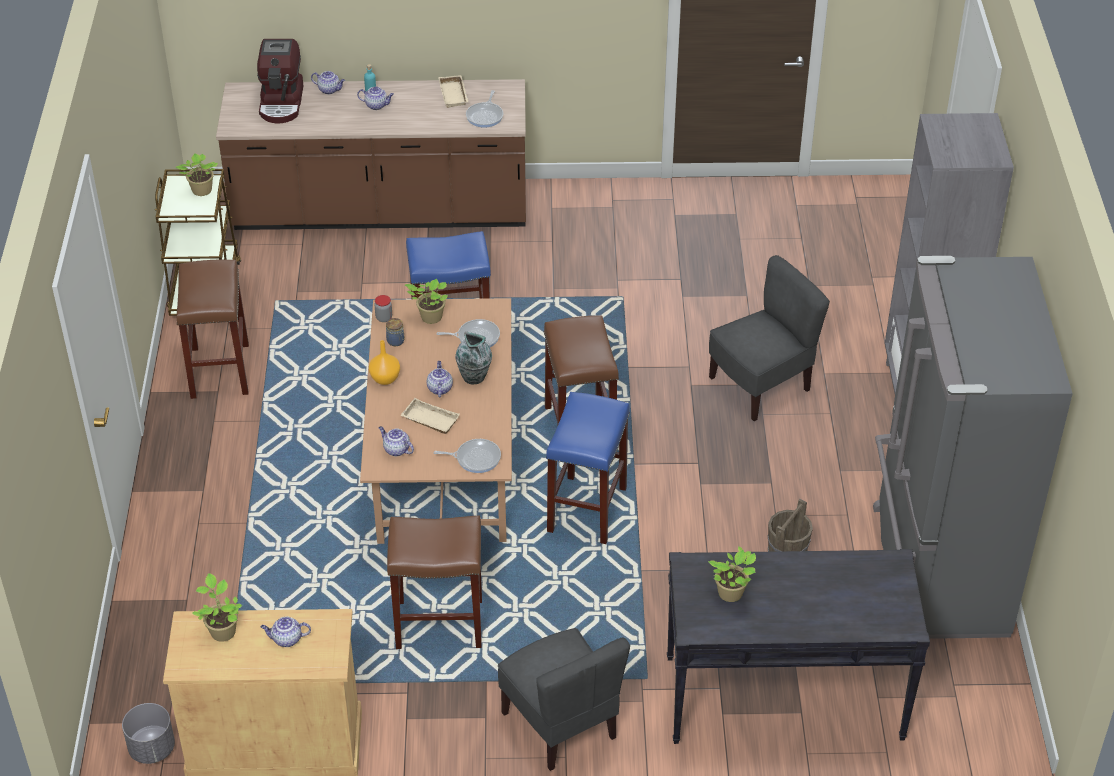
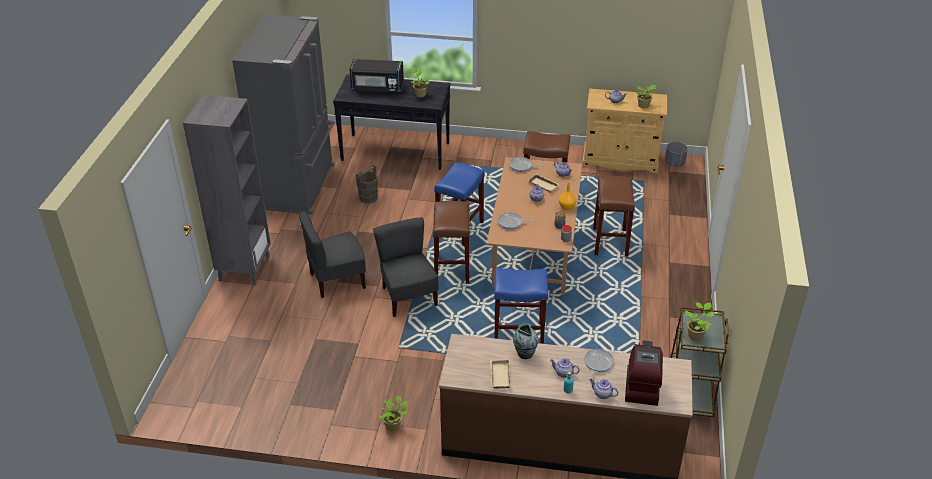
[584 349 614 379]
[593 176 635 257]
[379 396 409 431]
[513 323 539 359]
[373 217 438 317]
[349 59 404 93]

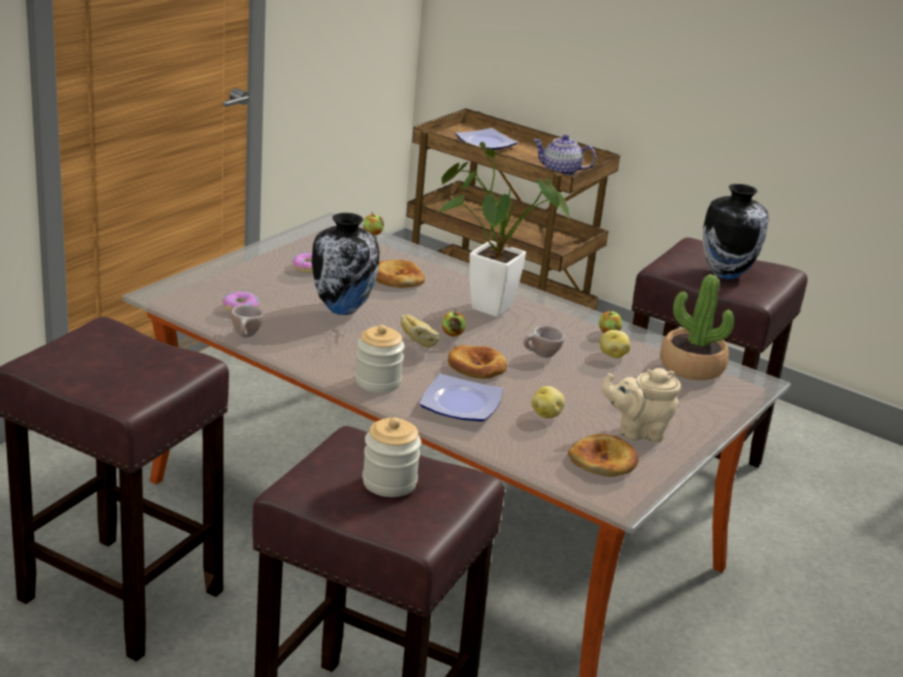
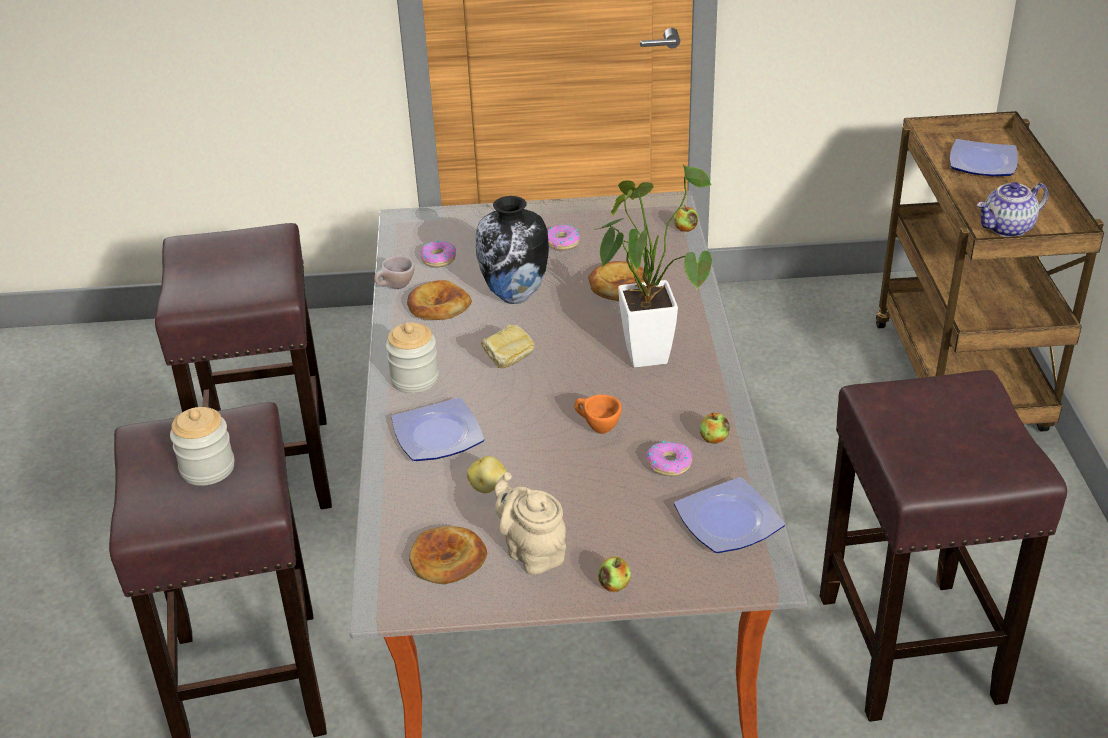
[977 182 1049 237]
[703 184 769 279] (first image)
[674 477 785 553]
[598 557 631 592]
[575 394 622 434]
[646 441 693 476]
[407 280 472 320]

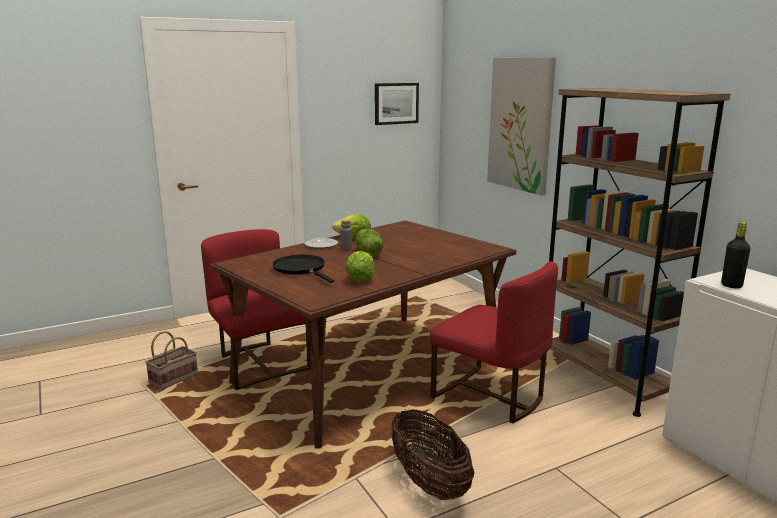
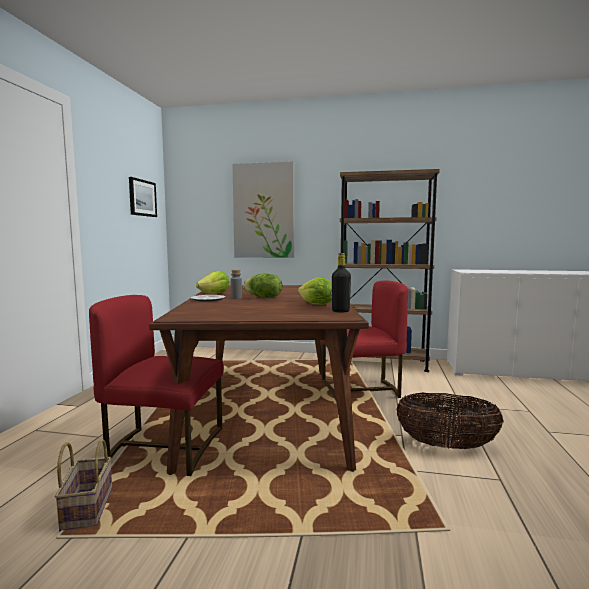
[332 253 351 313]
[272 254 334 283] (first image)

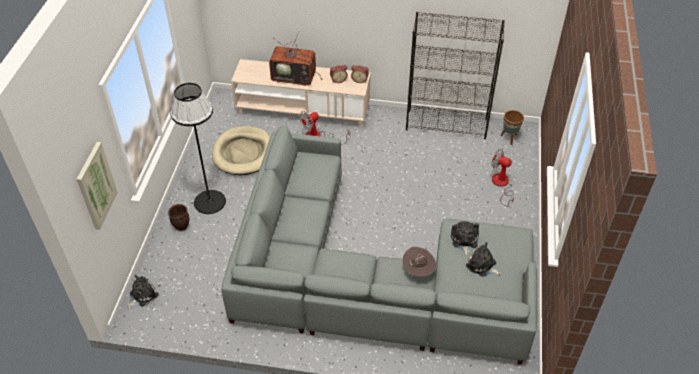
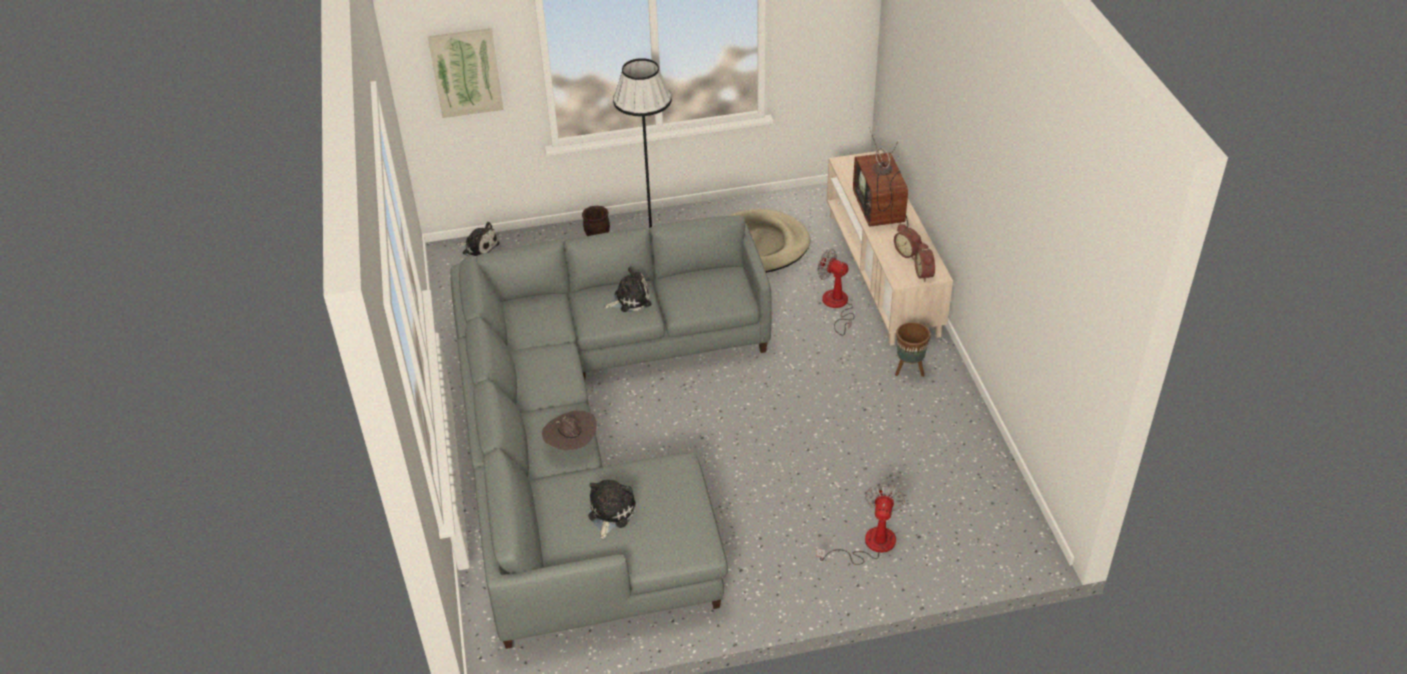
[406 12 505 139] (first image)
[895 322 931 377]
[605 267 651 312]

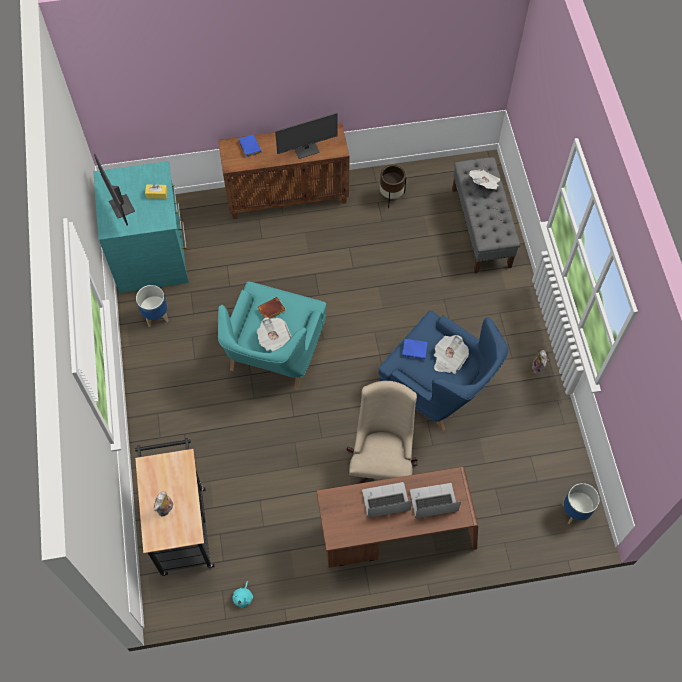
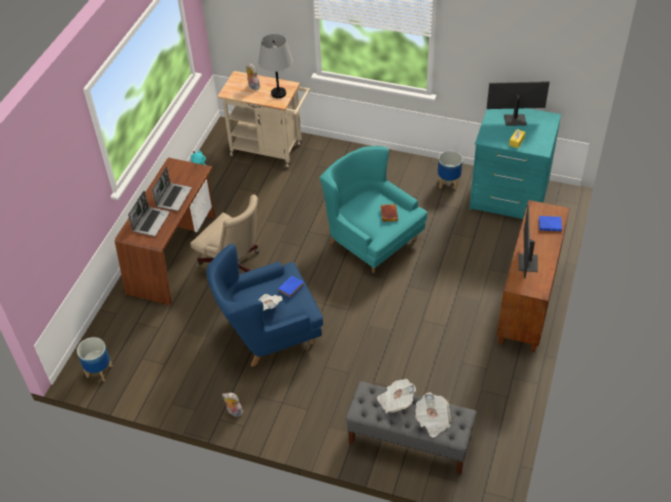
[380 165 406 208] (first image)
[377 379 416 413]
[217 71 310 167]
[258 34 293 98]

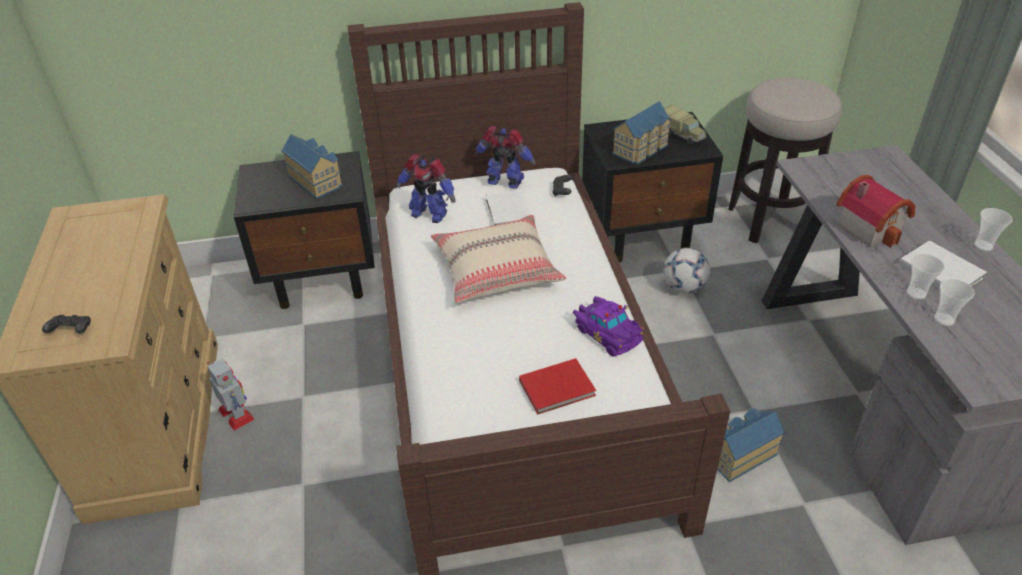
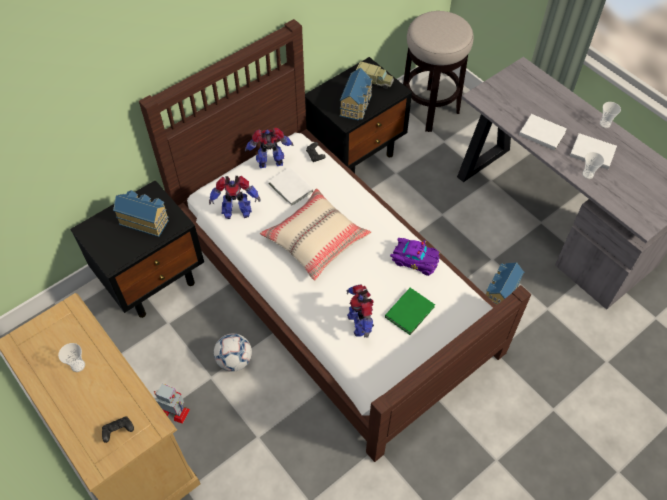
[519 114 567 151]
[214 333 252 372]
[58 343 85 372]
[385 288 435 335]
[347 285 374 338]

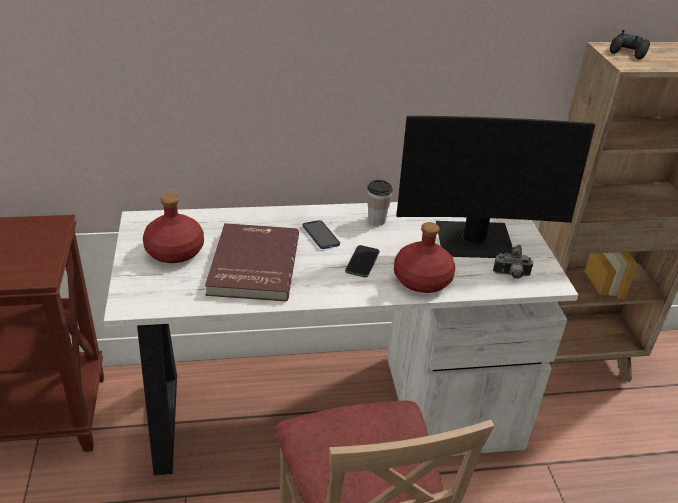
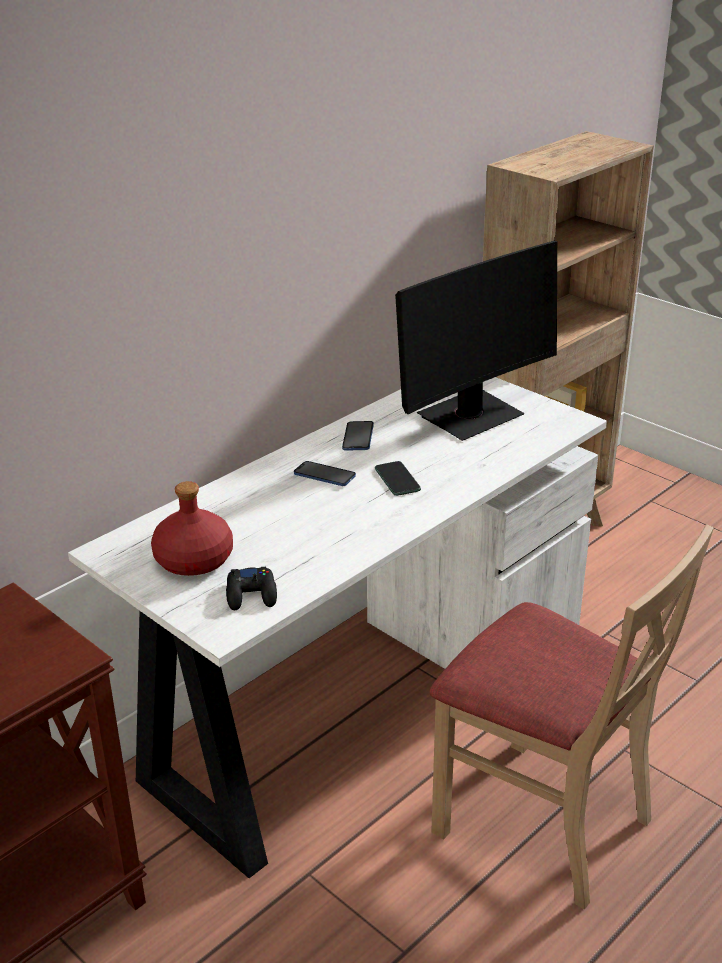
[226 567 277 610]
[342 421 374 451]
[394 222 455 293] (first image)
[205 223 299 302] (first image)
[493 245 534 279] (first image)

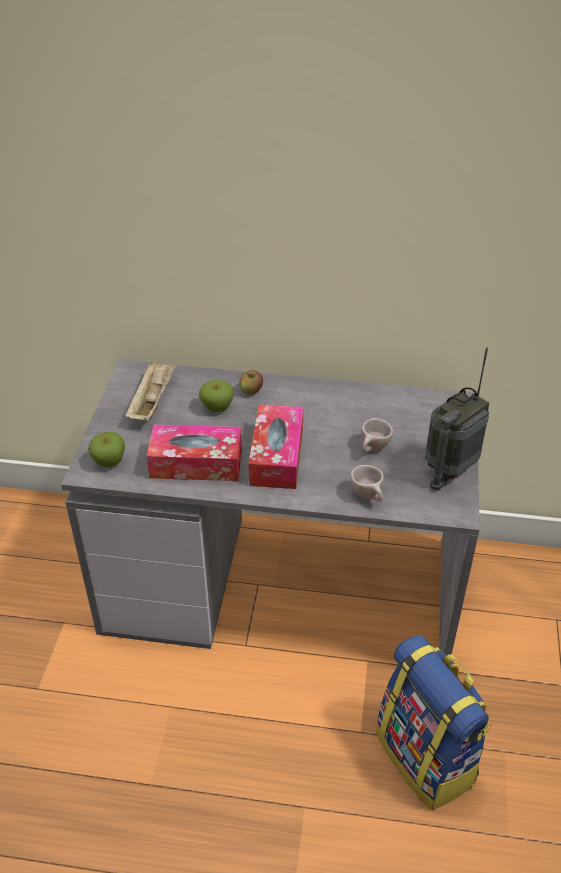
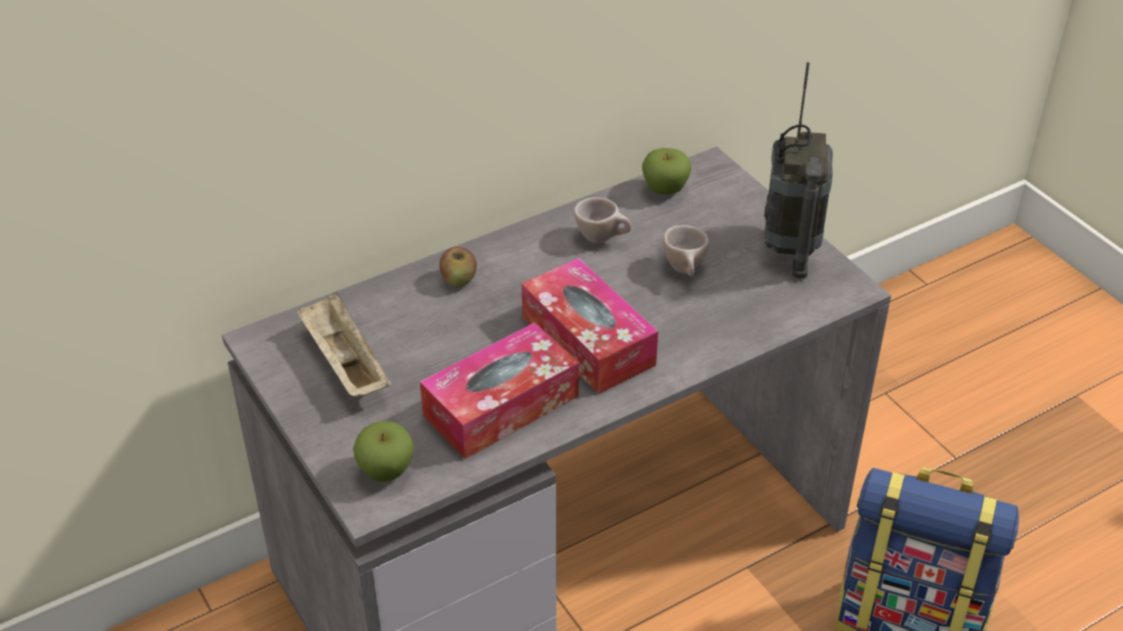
[642 148 692 195]
[574 197 631 243]

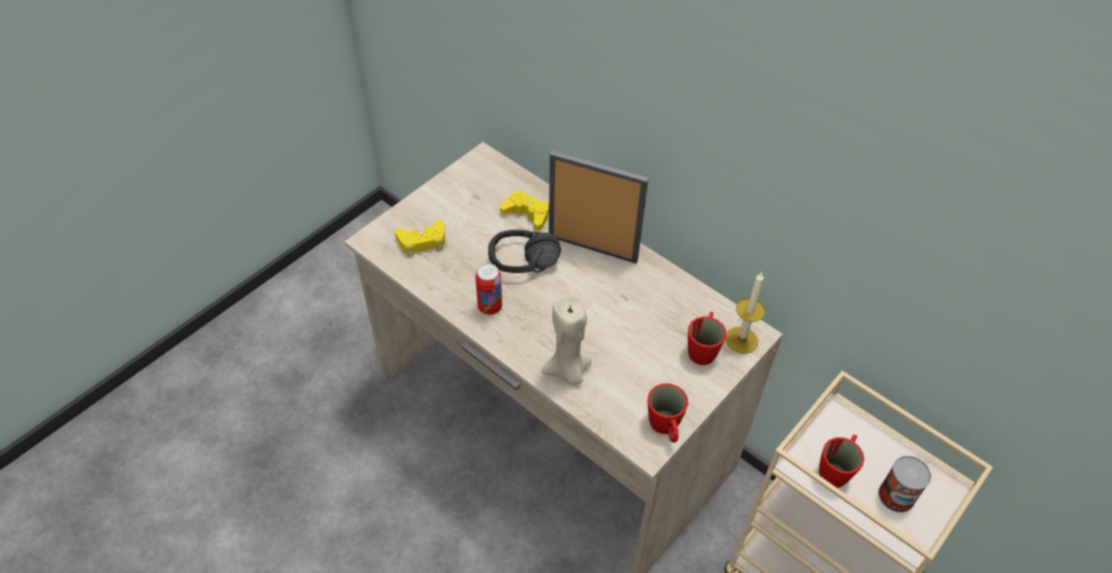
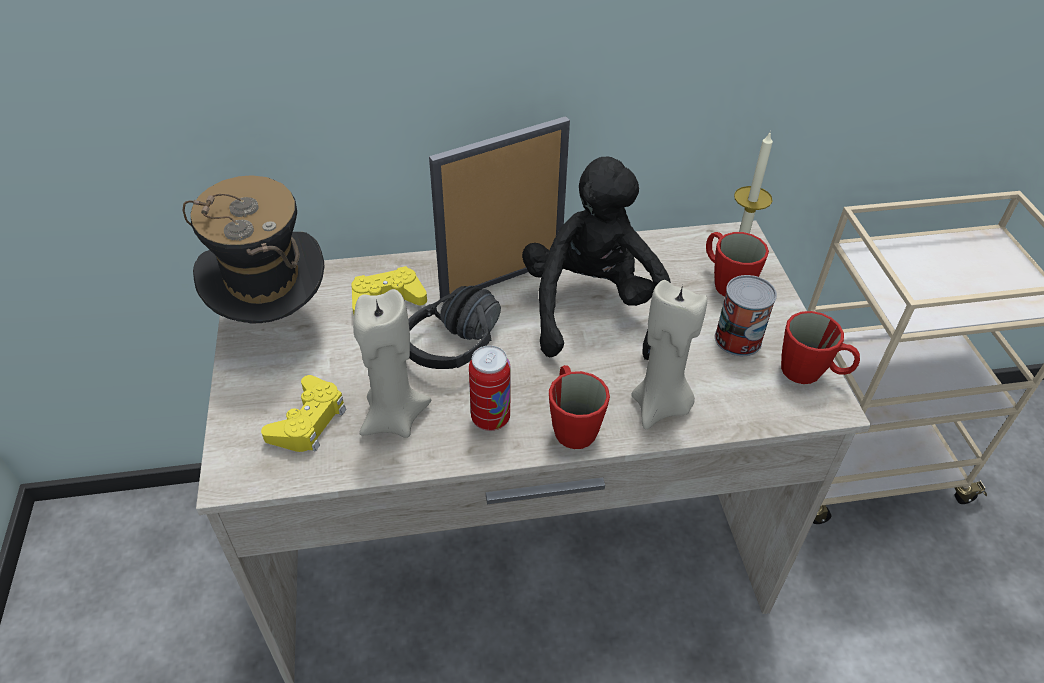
[549 365 610 449]
[715 275 777 356]
[522 156 671 360]
[183 175 324 324]
[353 289 431 438]

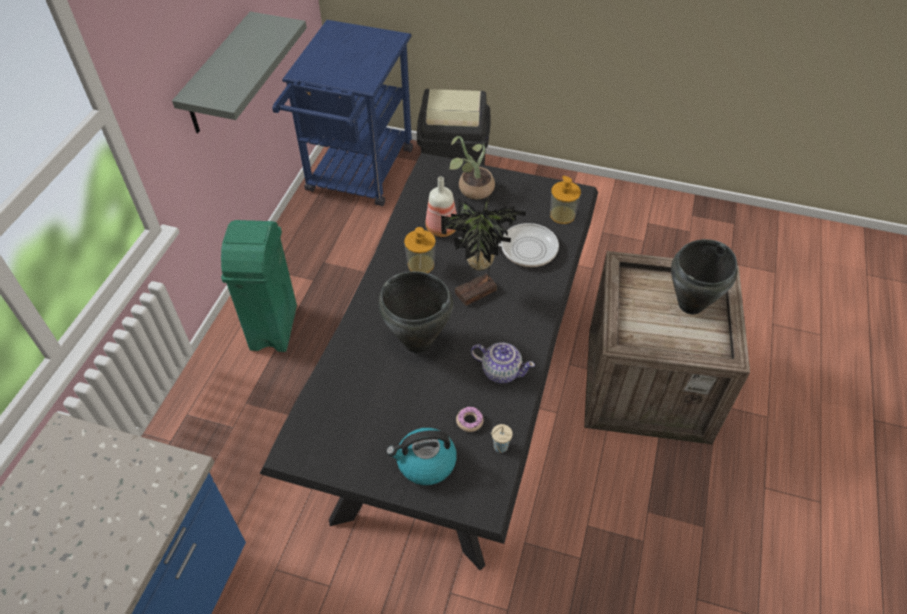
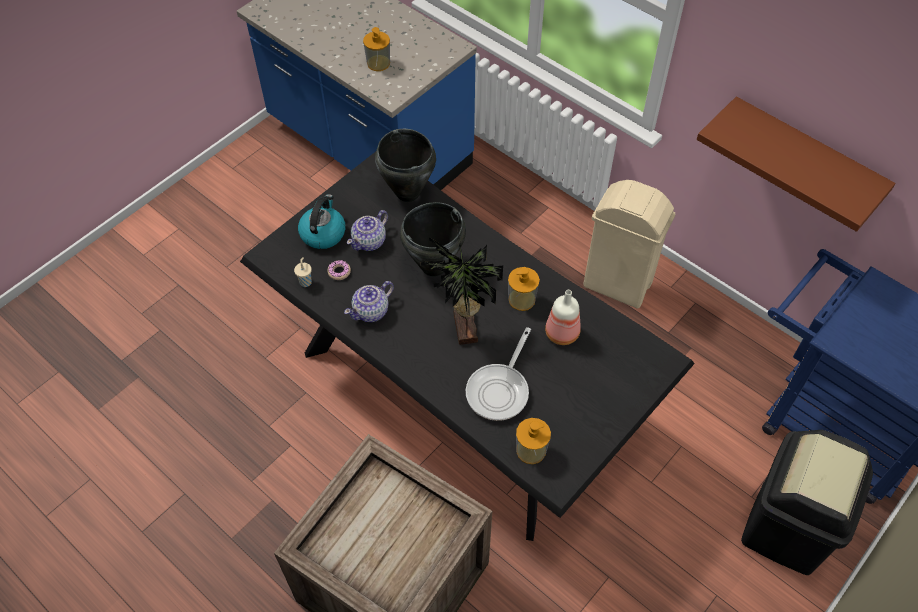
[697 97 895 232]
[449 136 495 199] (first image)
[583 180 675 309]
[375 129 436 202]
[363 27 390 71]
[347 210 388 251]

